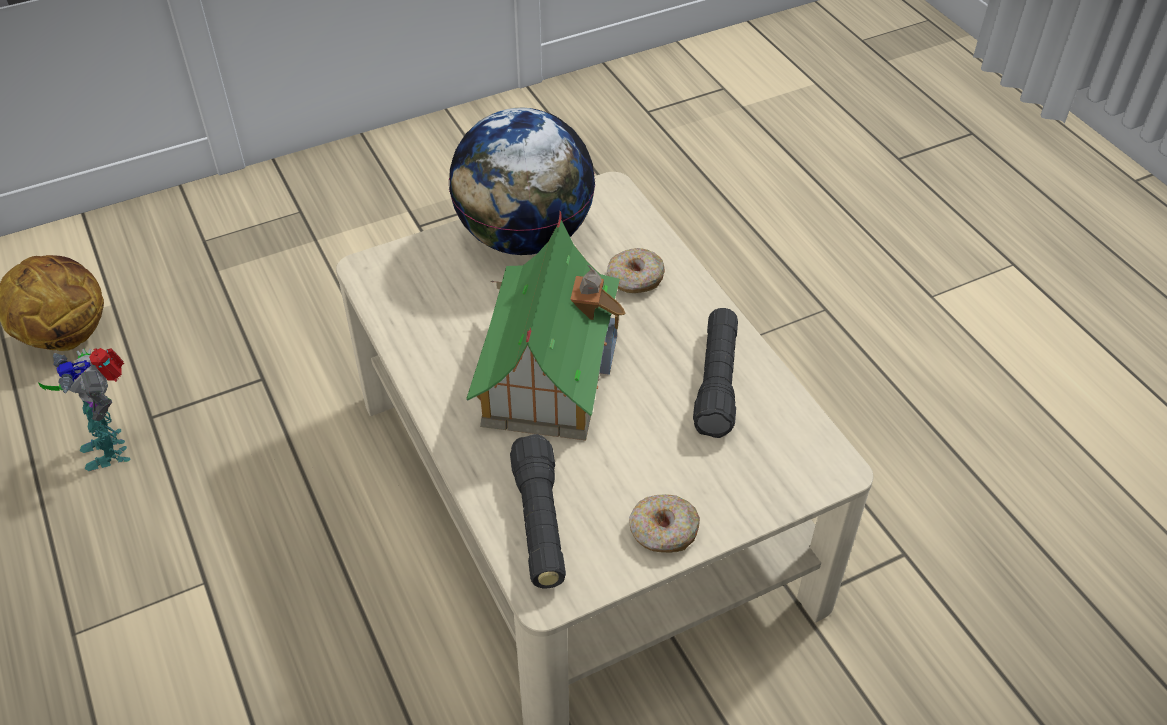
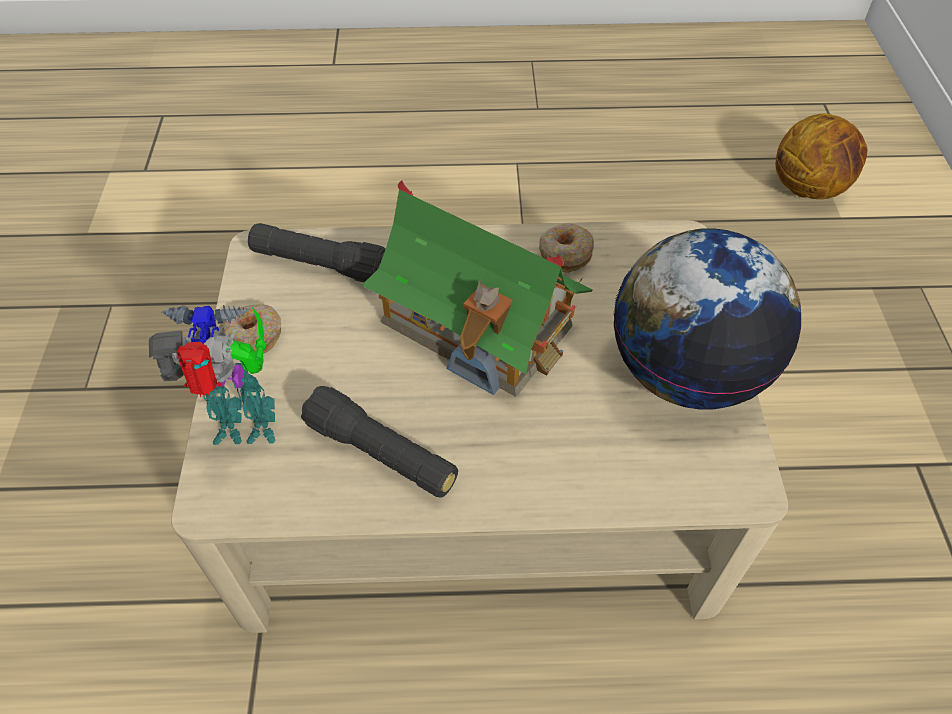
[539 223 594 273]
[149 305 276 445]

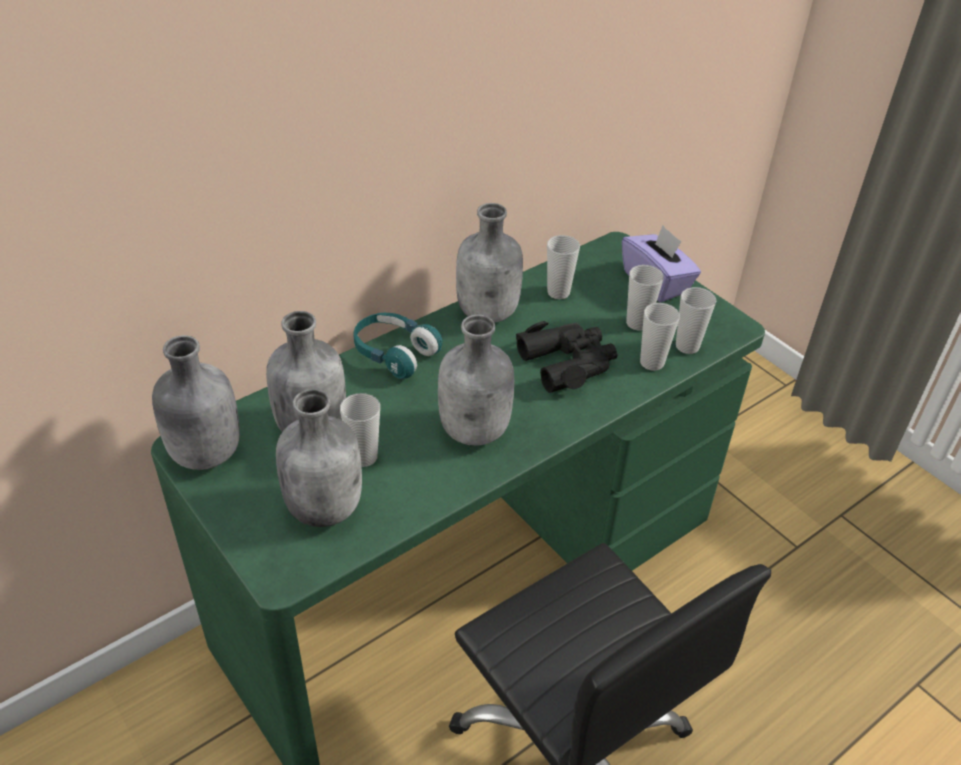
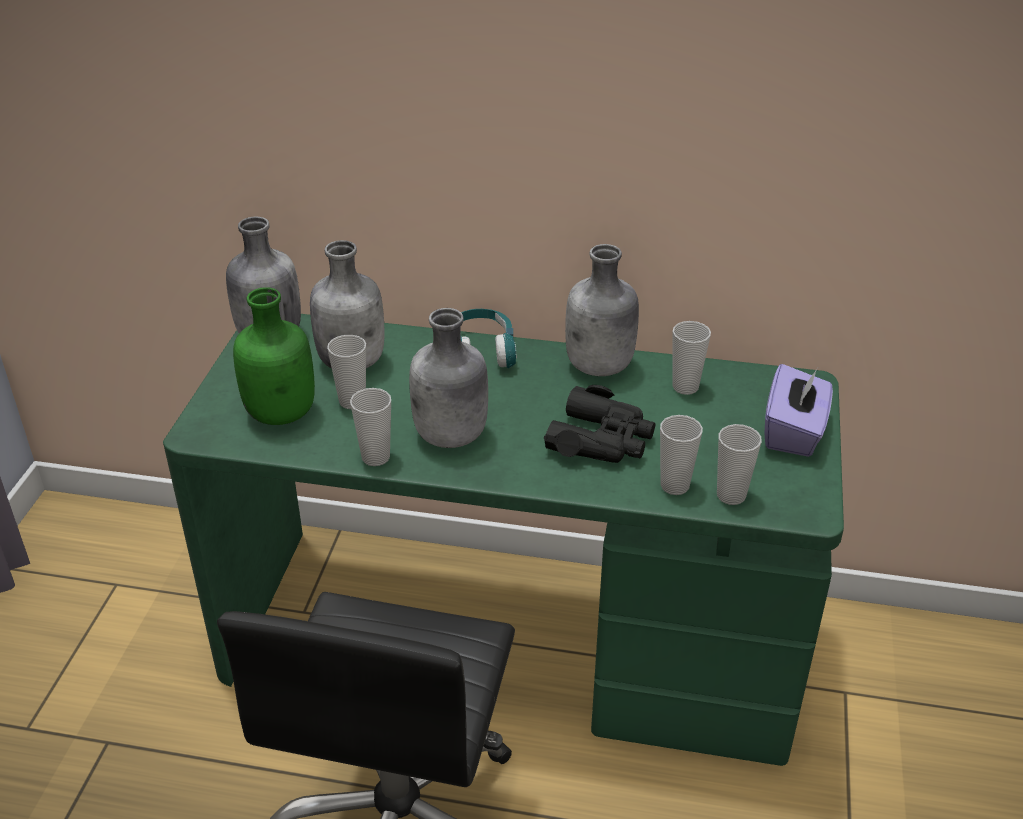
[350 388 391 466]
[233 287 315 425]

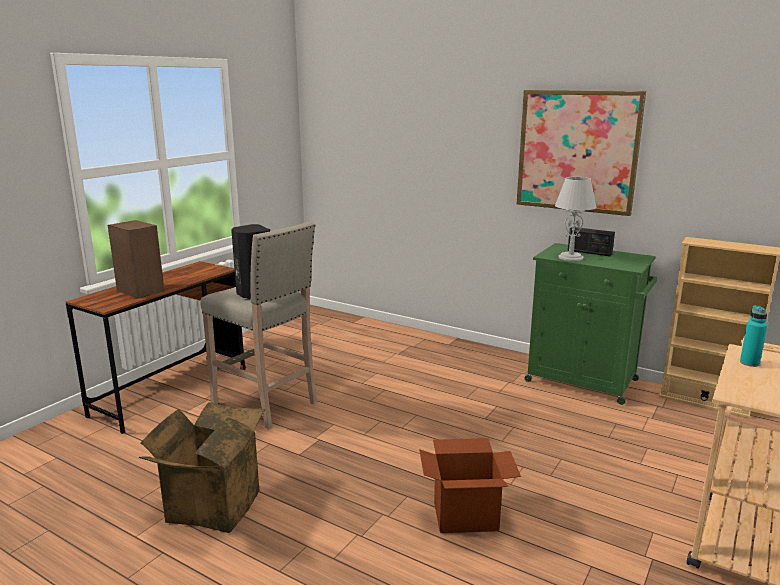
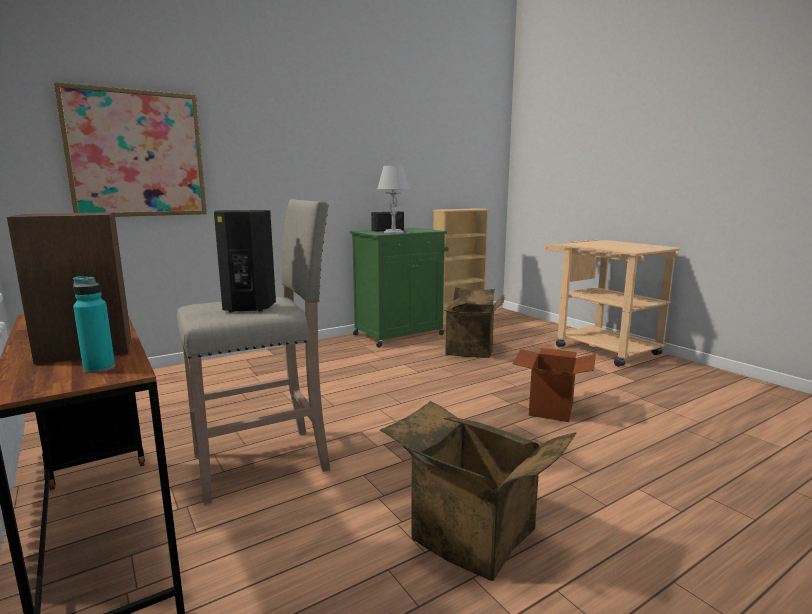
[54 82 207 217]
[73 276 115 373]
[444 287 504 358]

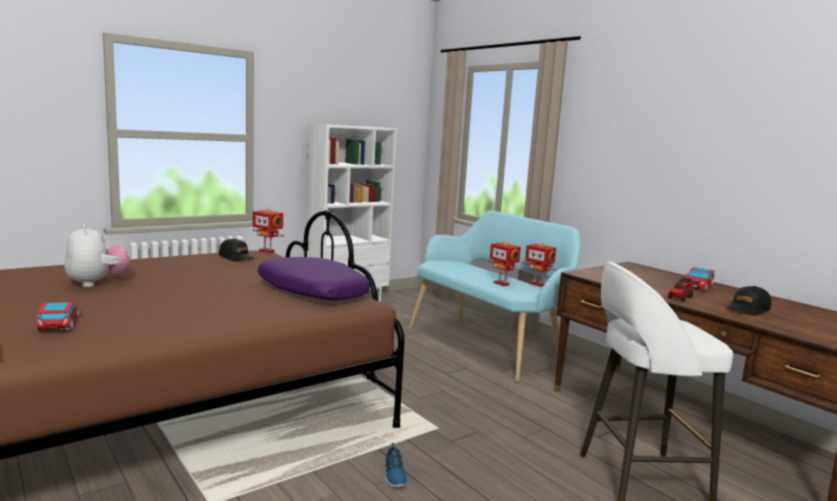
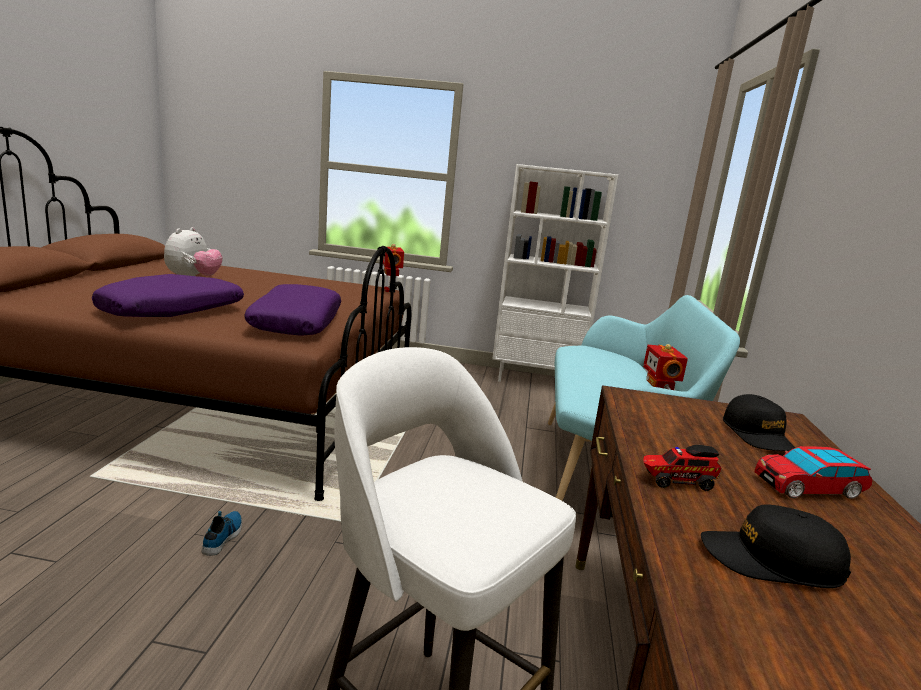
[723 394 795 451]
[489 241 521 286] (first image)
[37 302 79 332] (first image)
[202 511 242 556]
[92 274 244 317]

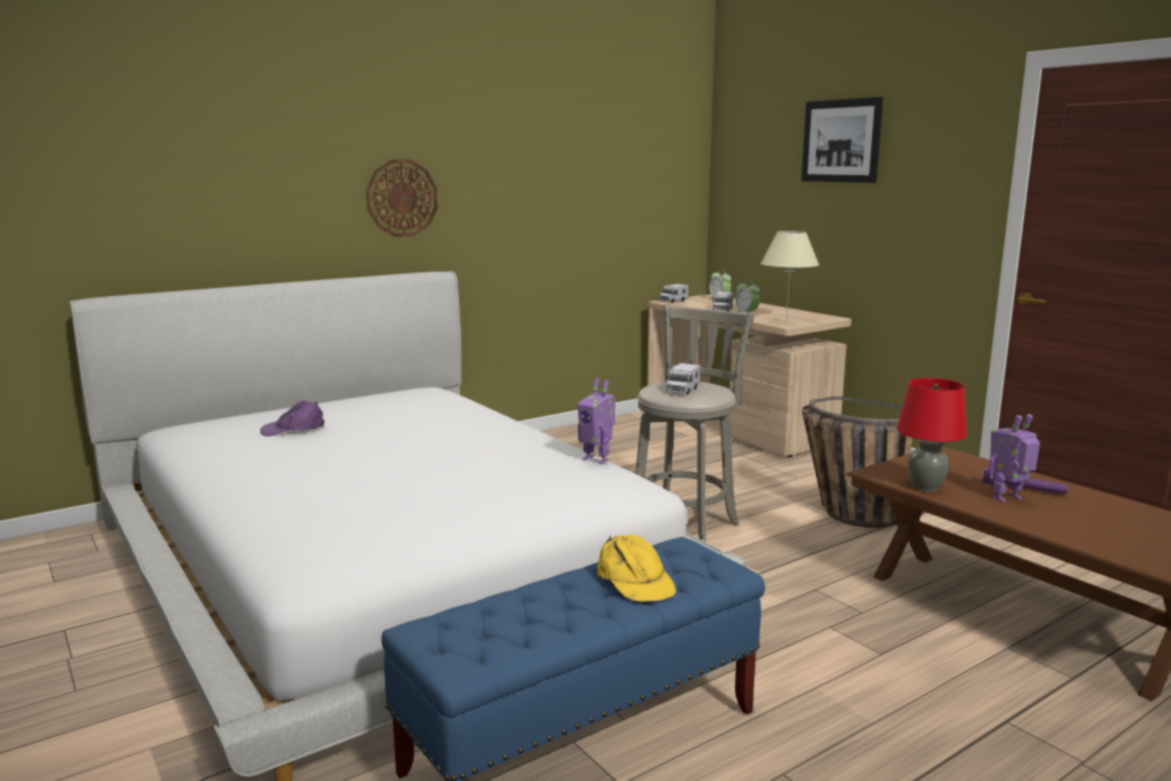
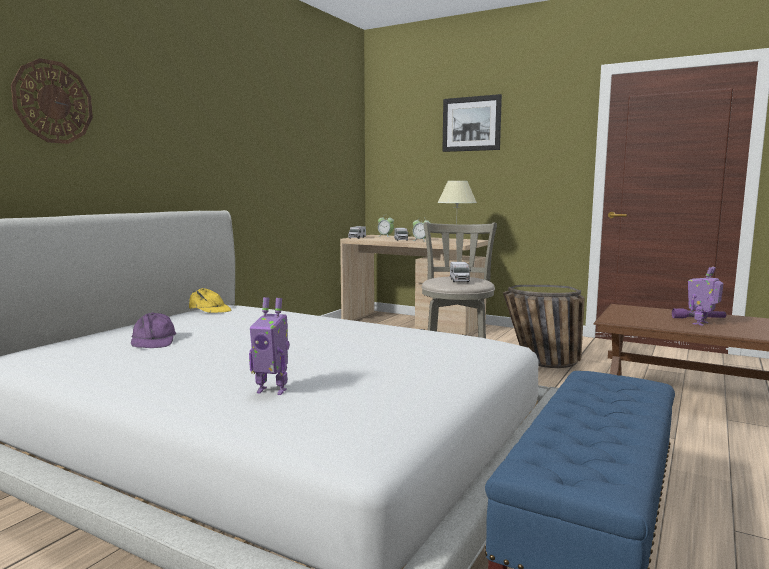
[11 58 93 144]
[249 297 290 395]
[897 378 967 492] (first image)
[131 312 176 348]
[189 288 232 313]

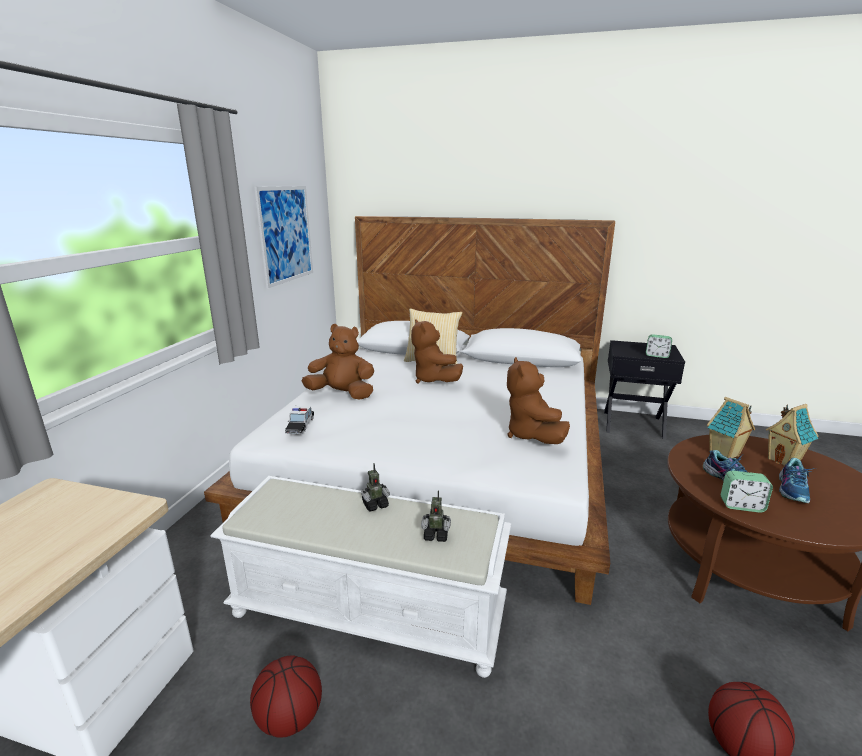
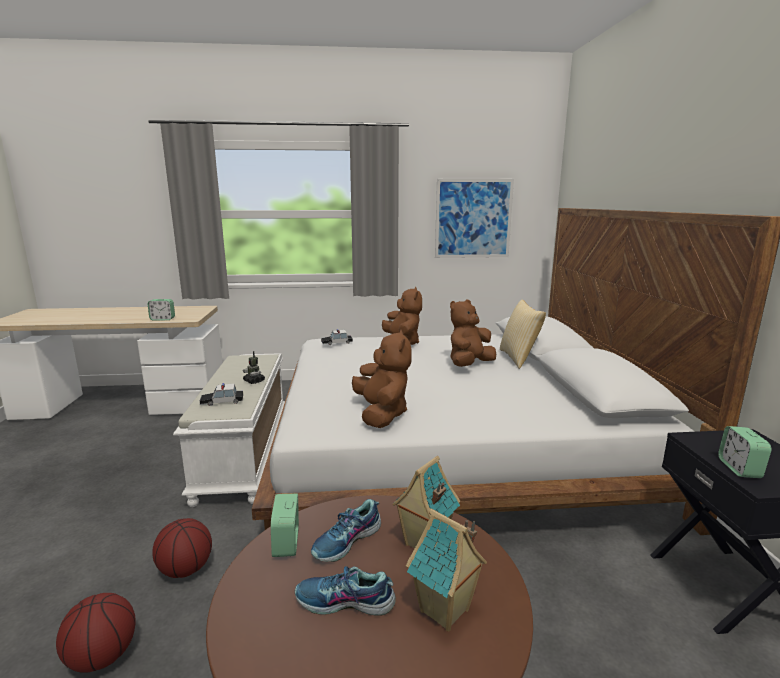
[352 329 412 428]
[200 383 243 406]
[152 518 212 578]
[147 299 175 321]

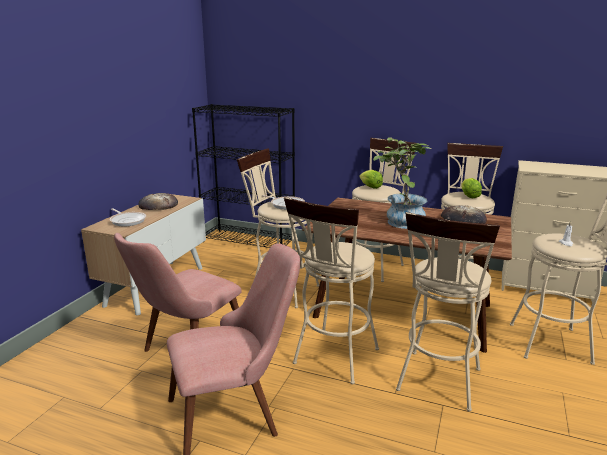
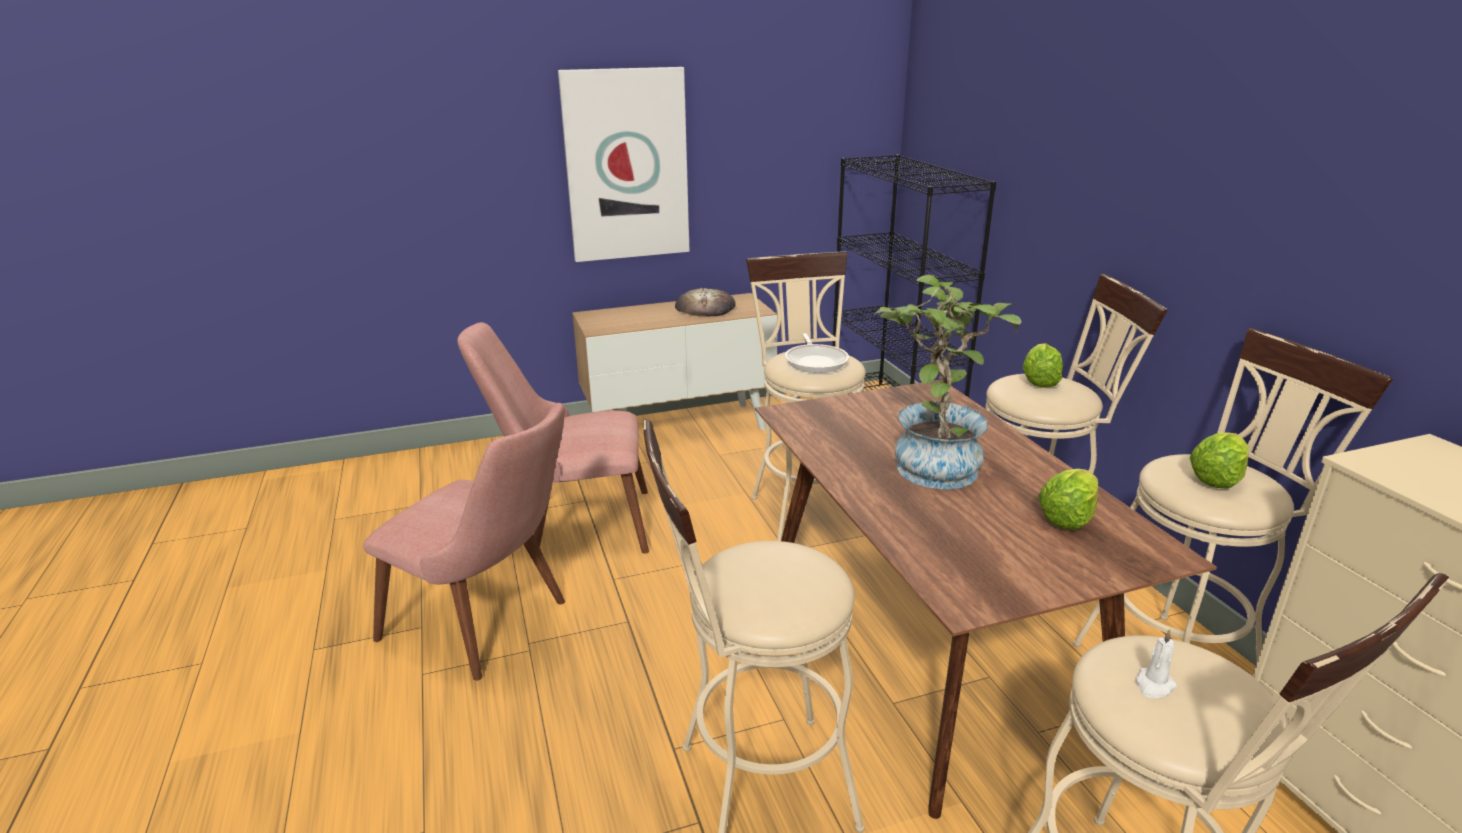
[284 197 379 384] (first image)
[1038 469 1098 530]
[110 208 146 226] (first image)
[558 67 689 262]

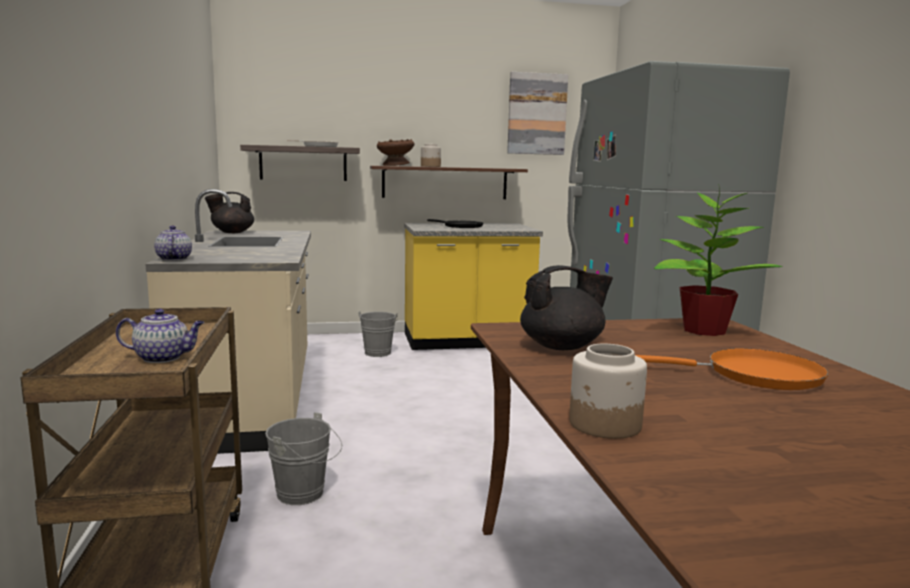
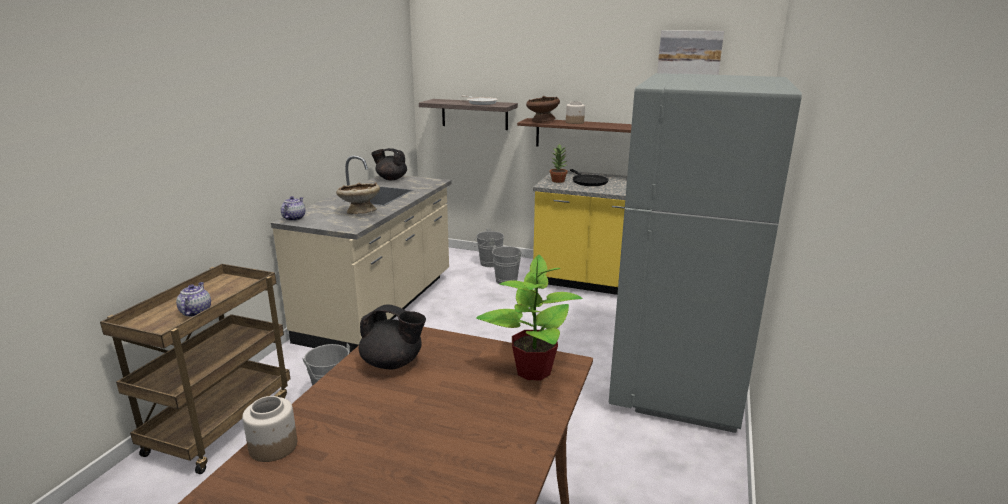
[176 282 211 317]
[635 348 829 390] (first image)
[550 144 568 183]
[336 182 380 214]
[472 228 504 267]

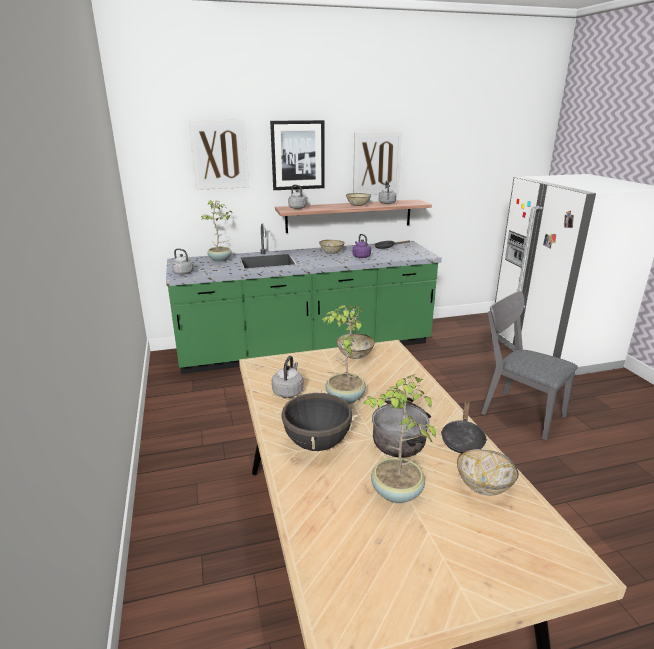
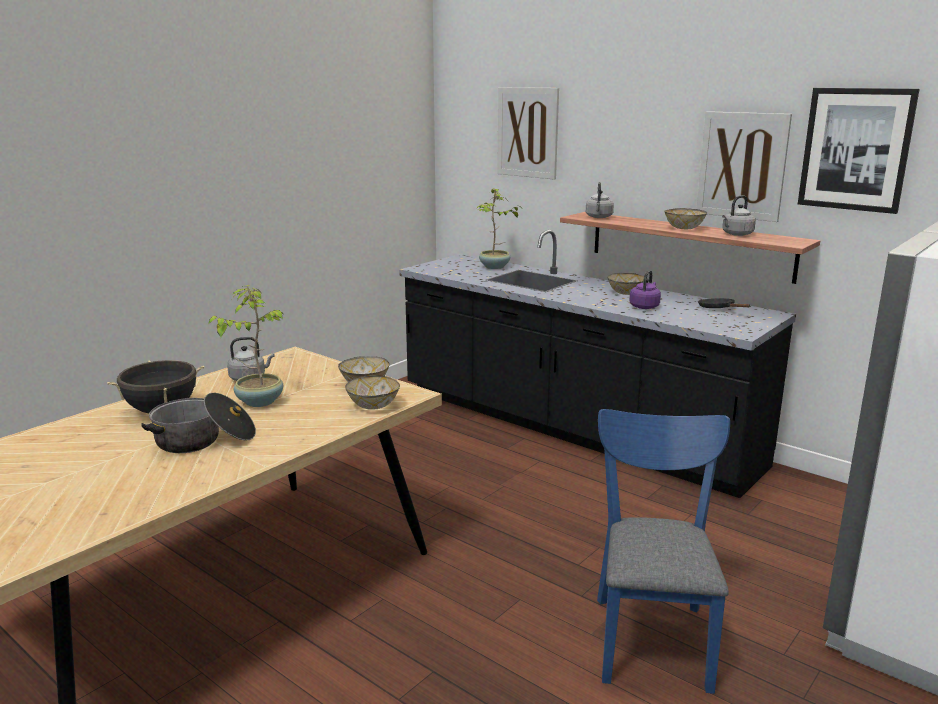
[798 88 920 214]
[399 230 796 498]
[172 248 195 275] (first image)
[597 409 730 694]
[363 374 436 503] (first image)
[441 400 487 453] (first image)
[345 375 400 410]

